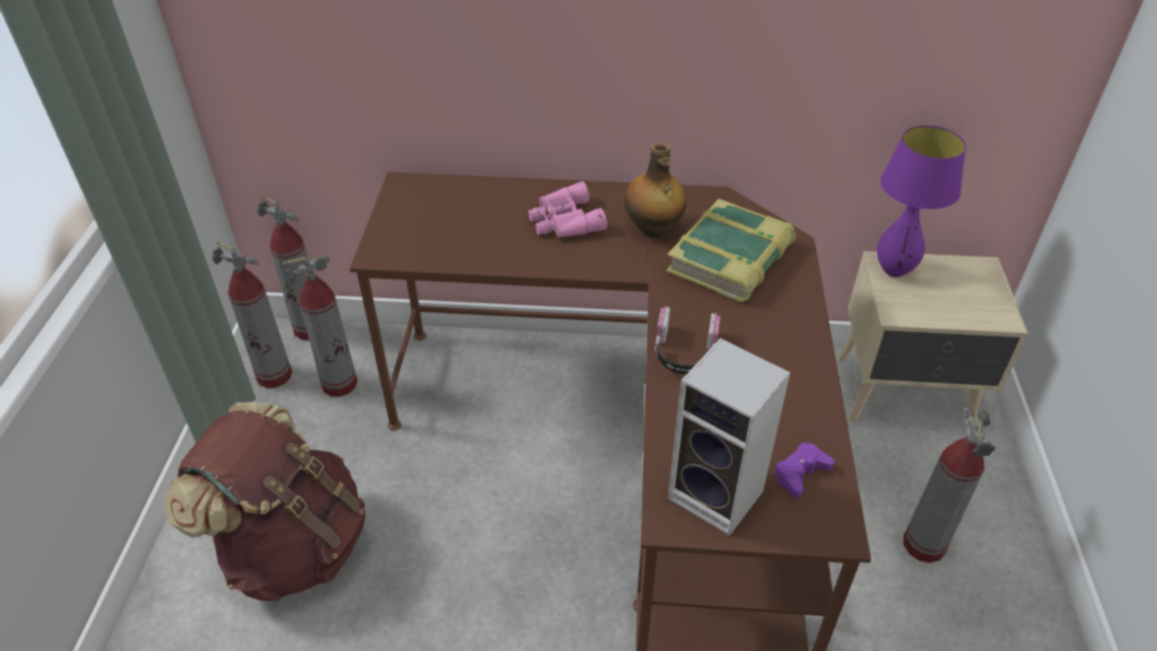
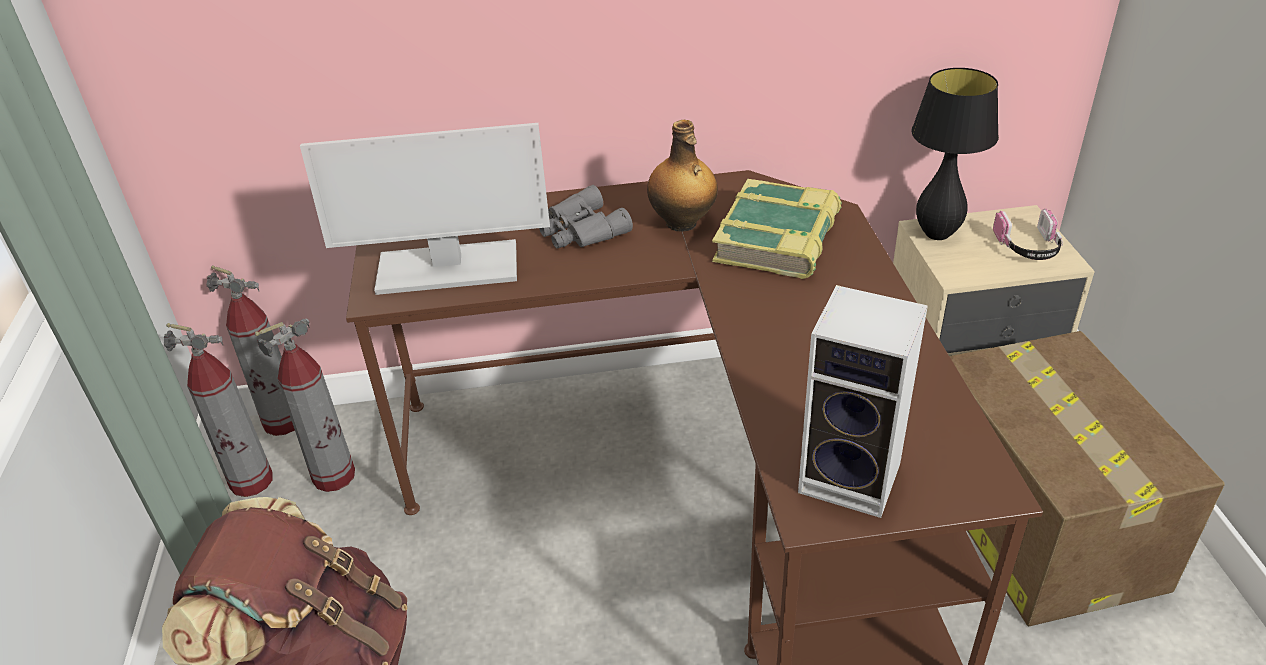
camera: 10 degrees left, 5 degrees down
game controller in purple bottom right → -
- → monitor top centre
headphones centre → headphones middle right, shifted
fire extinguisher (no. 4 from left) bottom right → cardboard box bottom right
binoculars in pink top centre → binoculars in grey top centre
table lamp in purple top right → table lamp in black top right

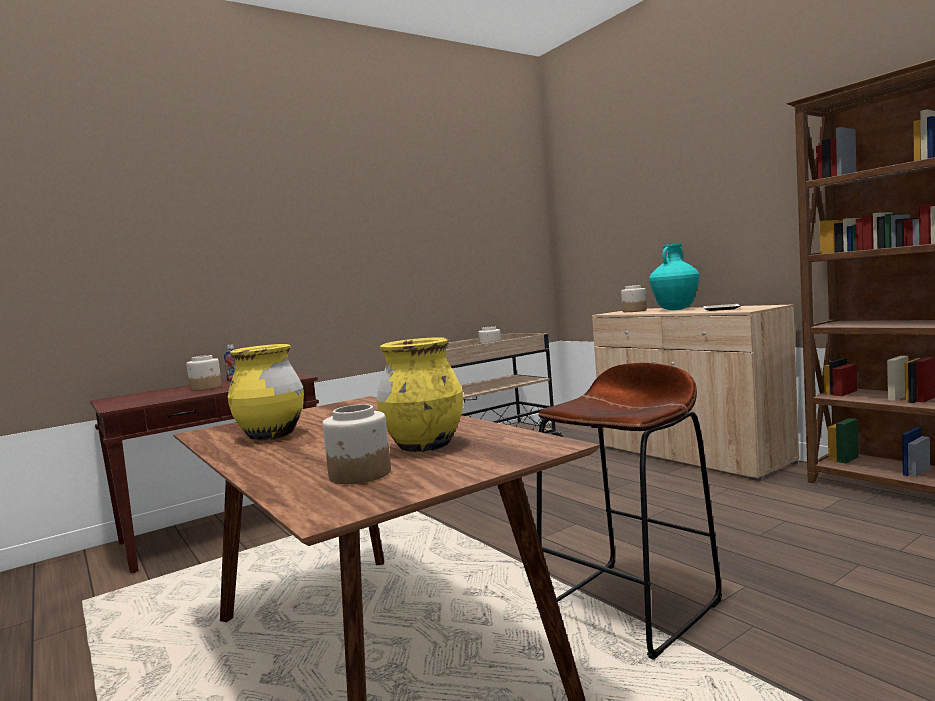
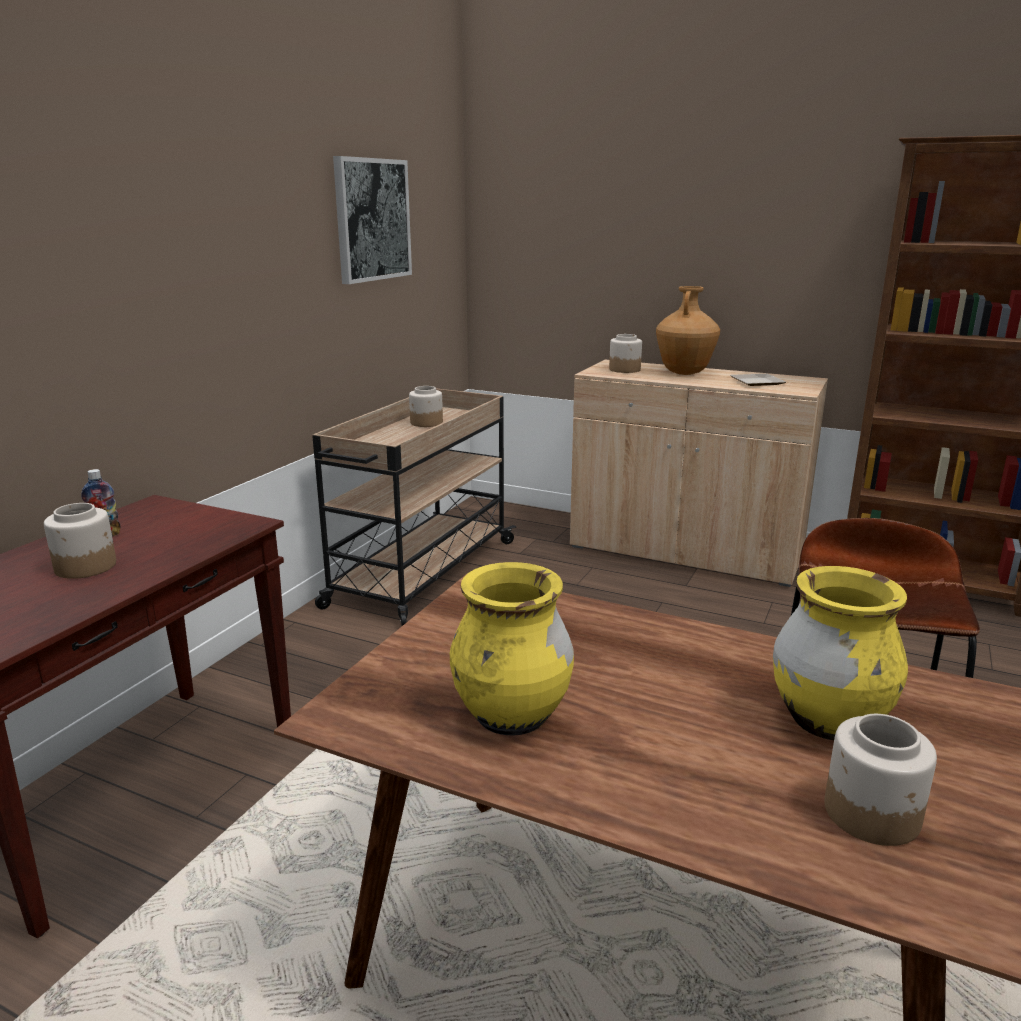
camera: 30 degrees left, 15 degrees up
- → picture top centre
vase in turquoise middle right → vase in brown top right

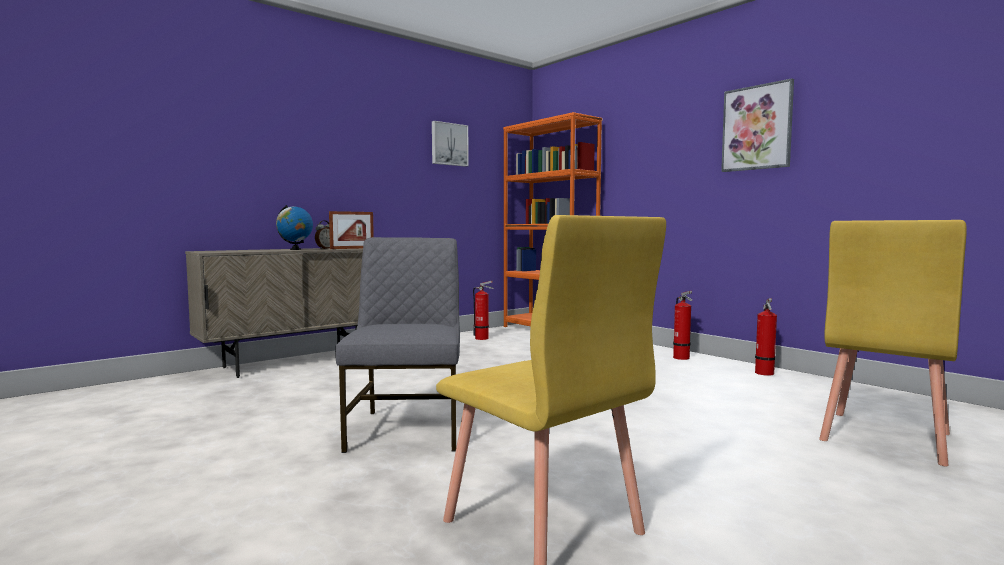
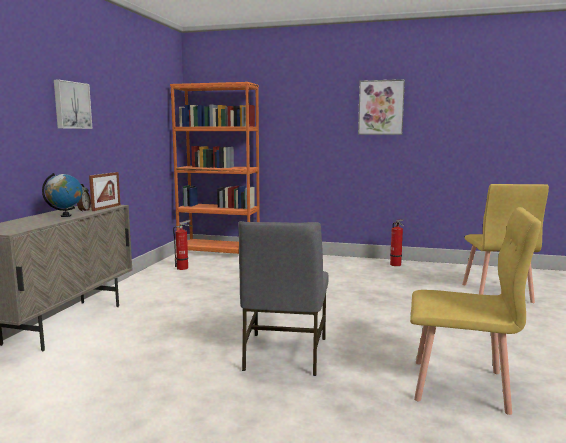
camera: 35 degrees left, 5 degrees up
fire extinguisher (no. 2 from left) middle right → -
picture (no. 1 from left) top centre → picture (no. 1 from left) top left, shifted
chair in grey centre → chair in grey bottom centre, 135 degrees counterclockwise

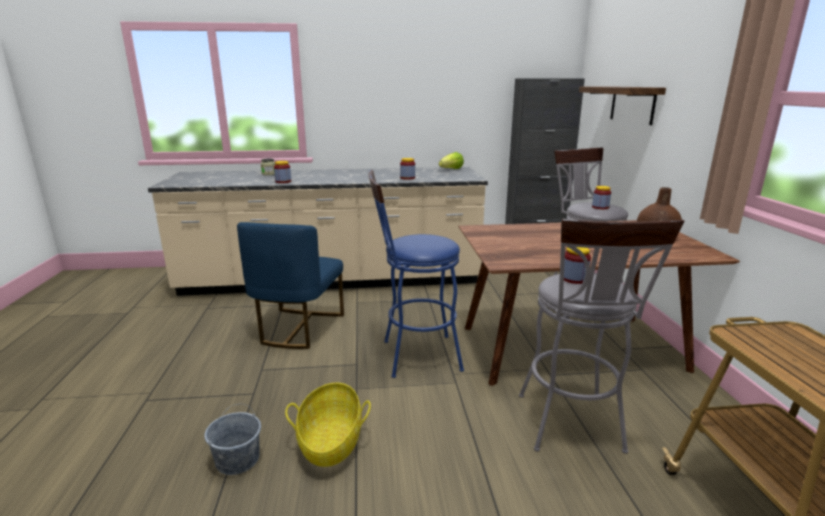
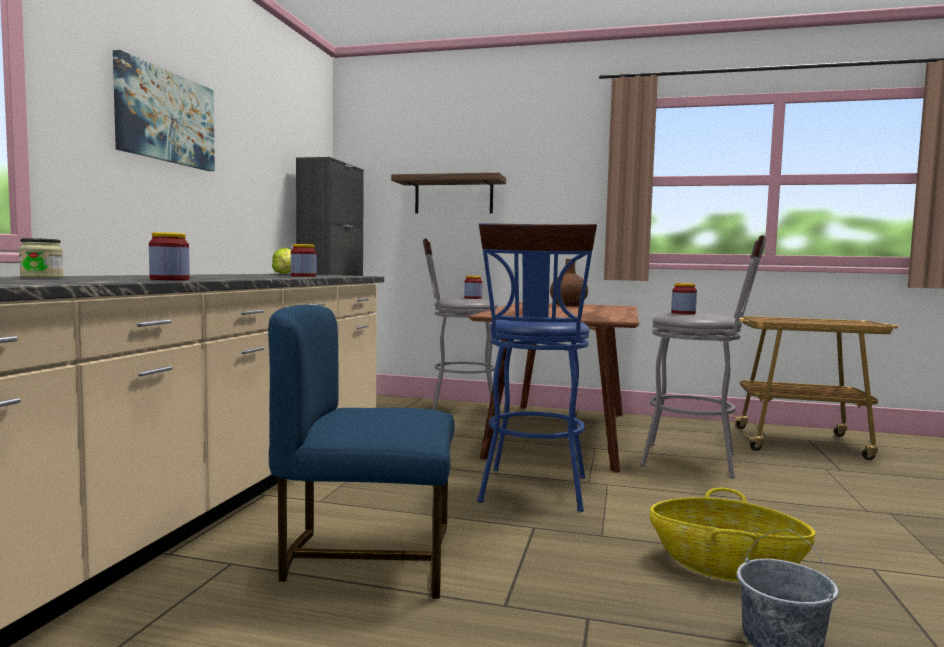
camera: 70 degrees left, 15 degrees down
- → picture top left
chair in blue centre → chair in blue bottom centre, 150 degrees clockwise

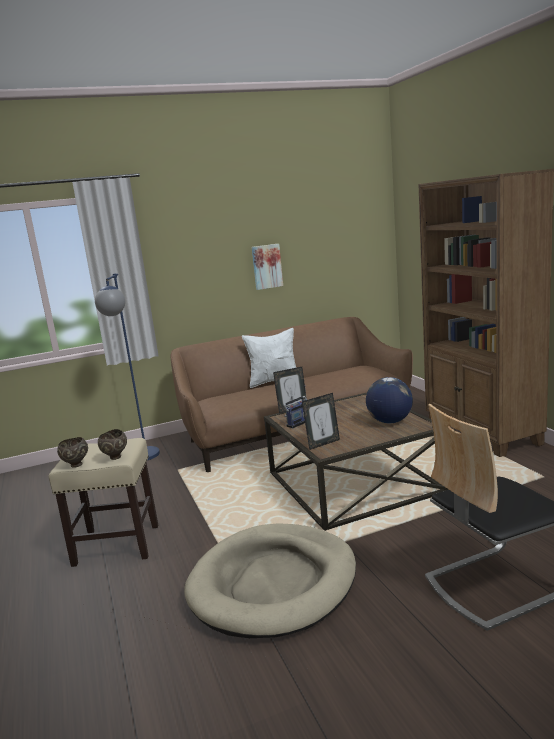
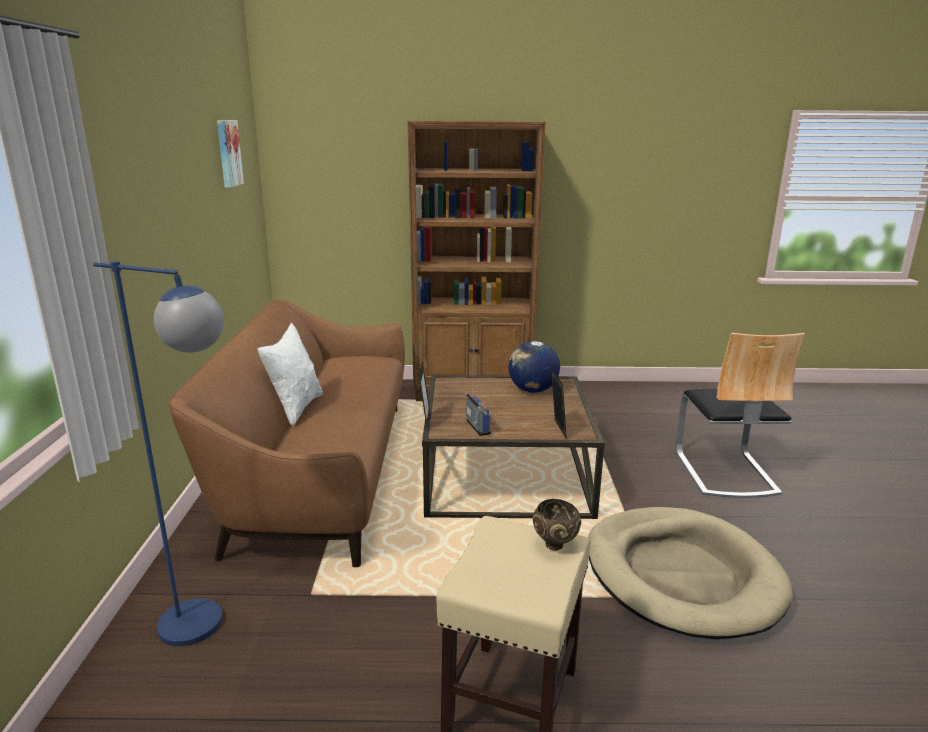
camera: 70 degrees left, 5 degrees up
bowl in brown (no. 1 from left) middle left → -
picture centre → picture top left, shifted

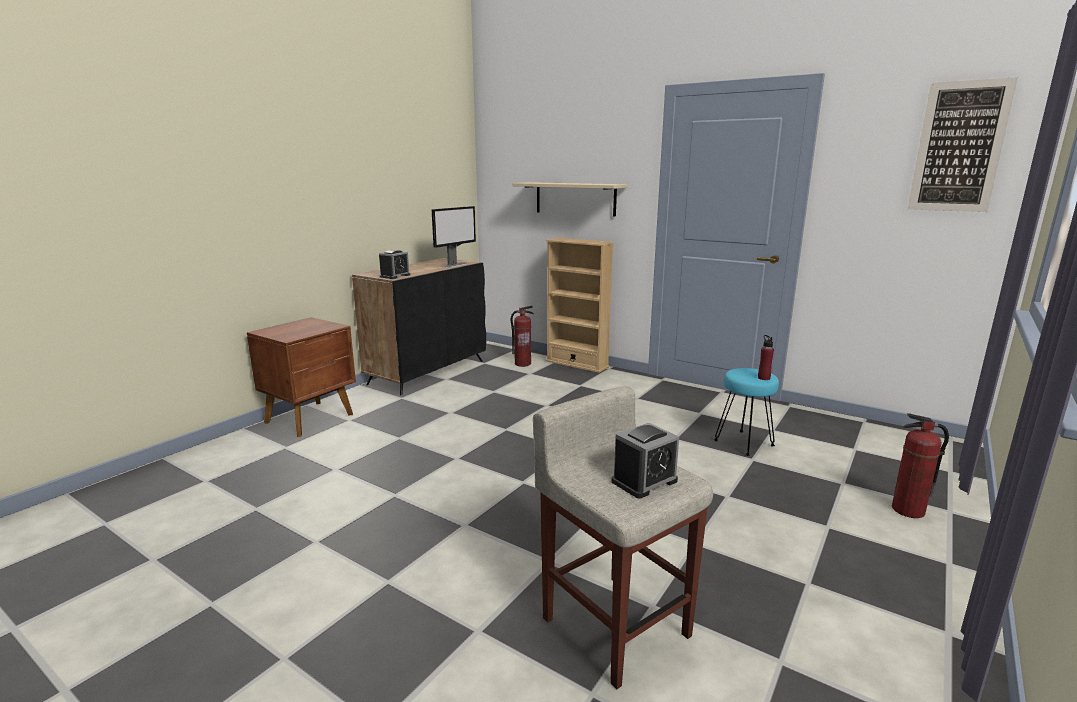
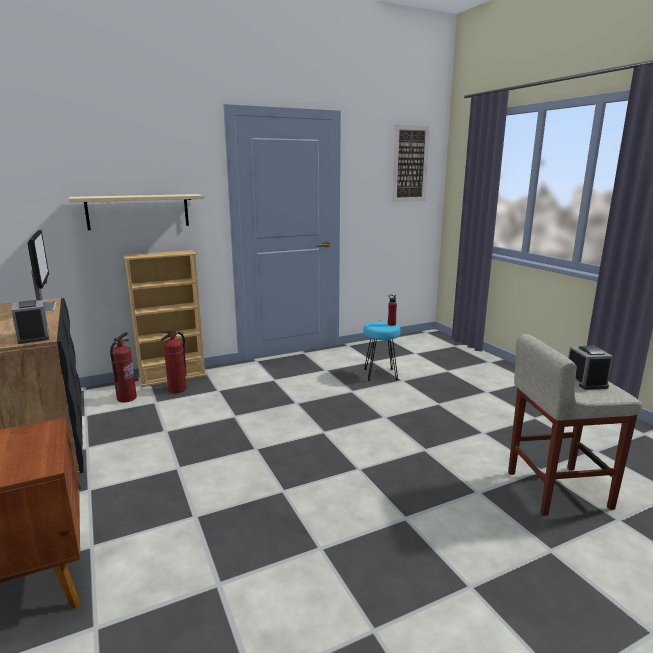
camera: 60 degrees left, 0 degrees up
fire extinguisher (no. 2 from left) middle right → fire extinguisher (no. 2 from left) middle left, shifted

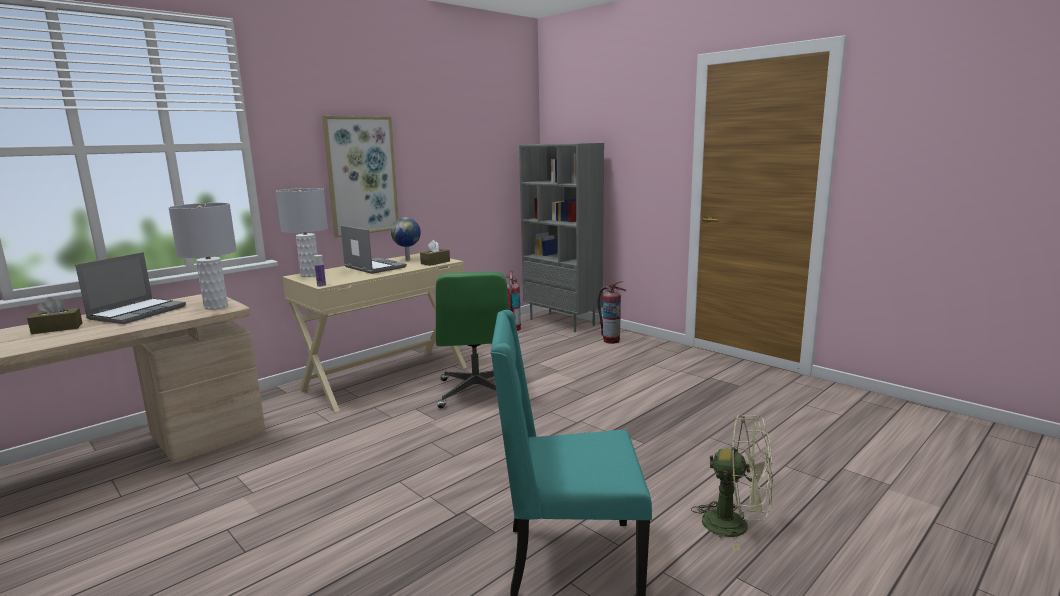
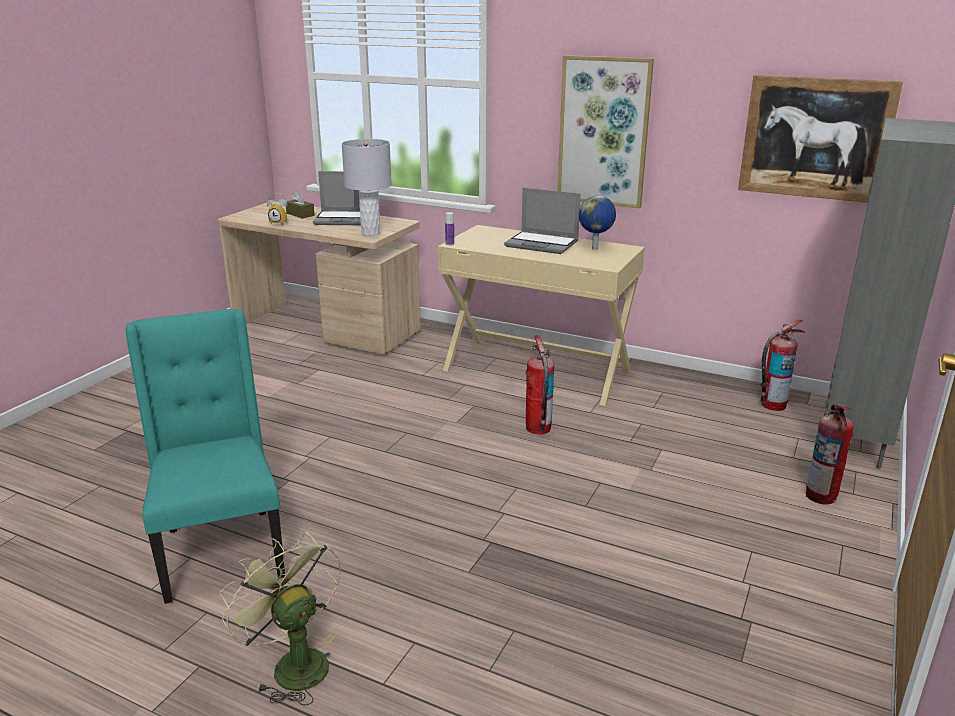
camera: 70 degrees right, 10 degrees up
table lamp in grey (no. 2 from left) middle left → -
tissue box in brown (no. 2 from left) centre → -
- → alarm clock top left
- → picture (no. 2 from left) top right
office chair in green centre → fire extinguisher (no. 1 from left) centre
laptop (no. 2 from left) centre → laptop (no. 2 from left) top centre, 90 degrees clockwise
fan in green bottom right → fan in green bottom left, 135 degrees clockwise

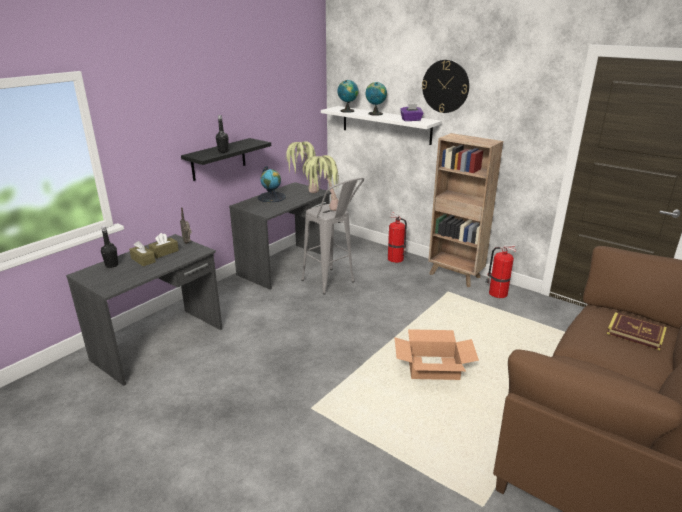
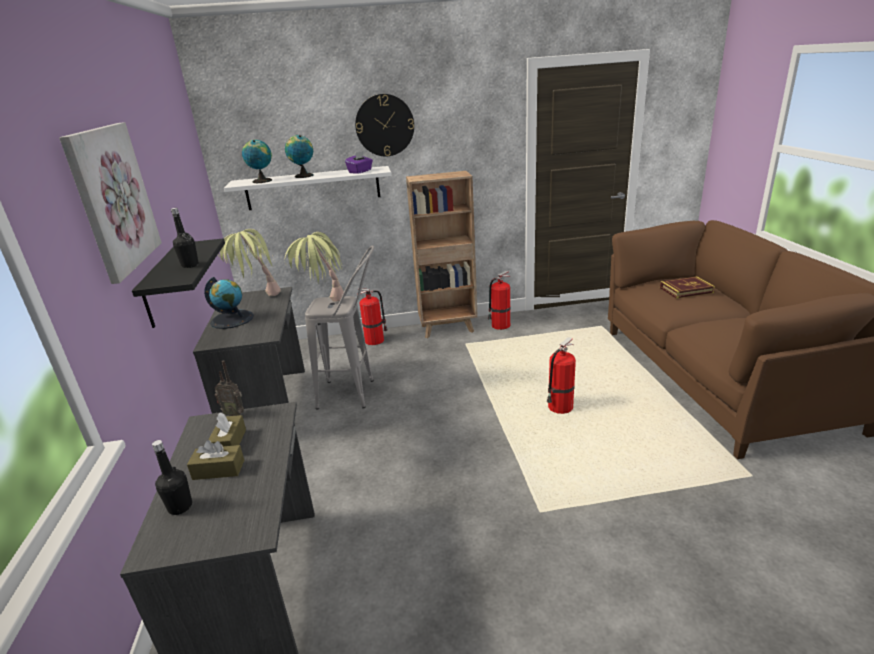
camera: 45 degrees left, 0 degrees up
- → picture top left
cardboard box bottom centre → fire extinguisher (no. 3 from left) centre

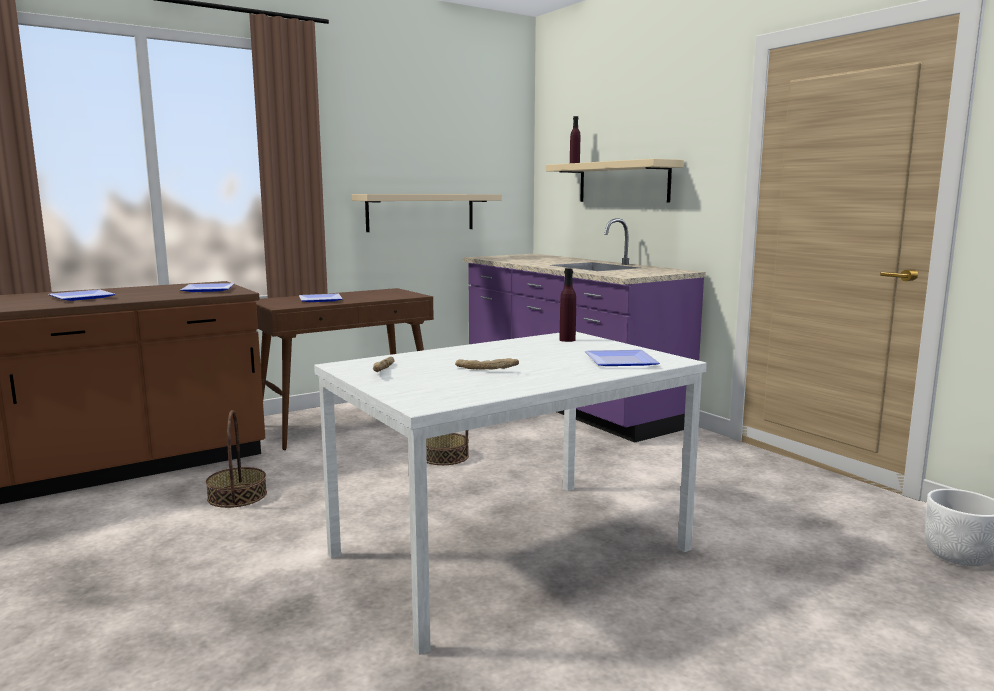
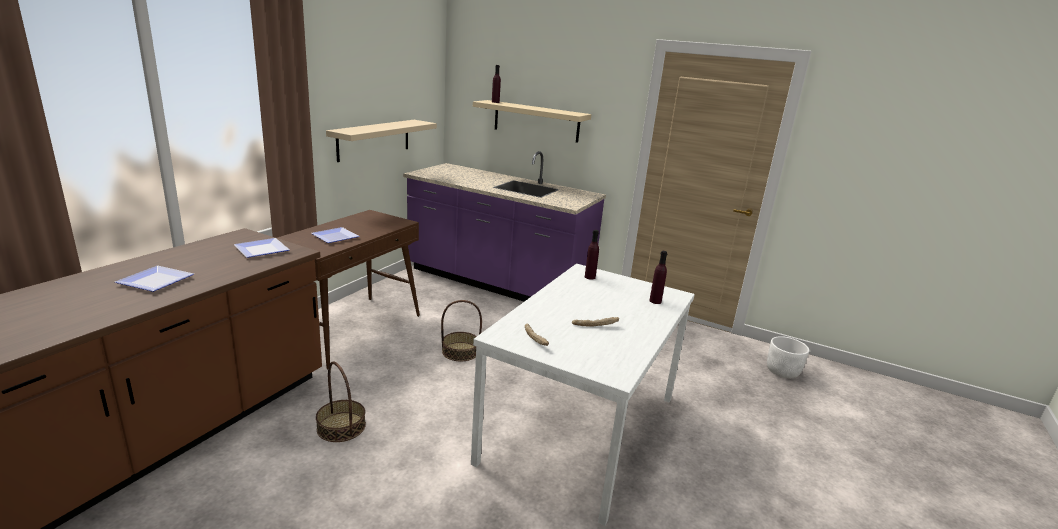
camera: 30 degrees left, 10 degrees up
plate (no. 4 from left) centre → bottle in purple (no. 3 from left) centre

